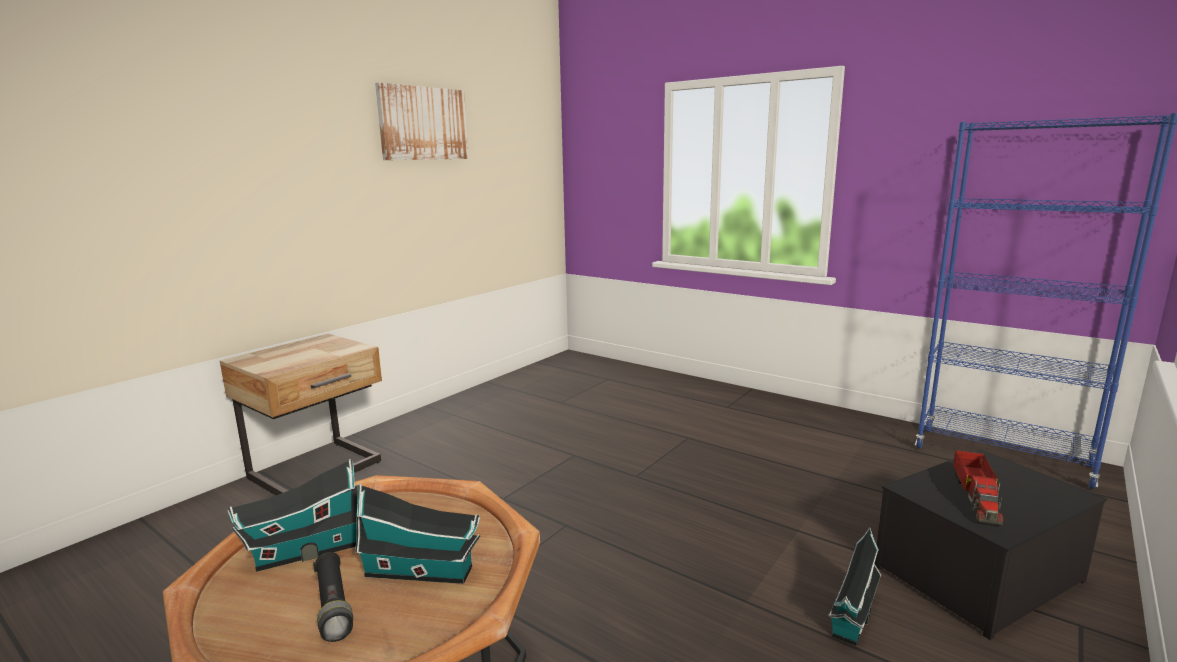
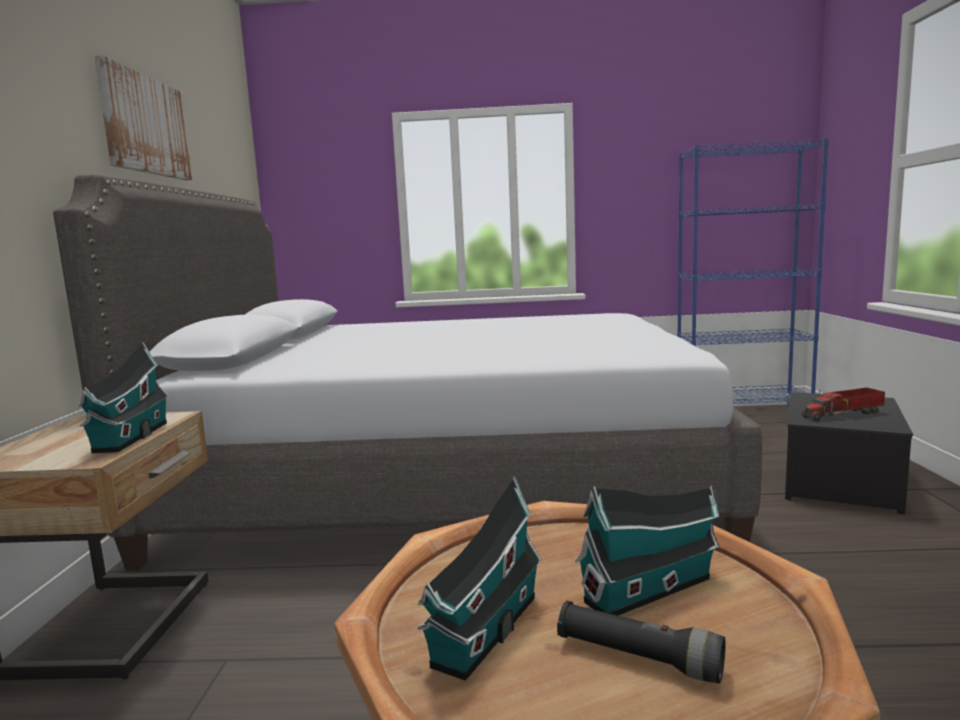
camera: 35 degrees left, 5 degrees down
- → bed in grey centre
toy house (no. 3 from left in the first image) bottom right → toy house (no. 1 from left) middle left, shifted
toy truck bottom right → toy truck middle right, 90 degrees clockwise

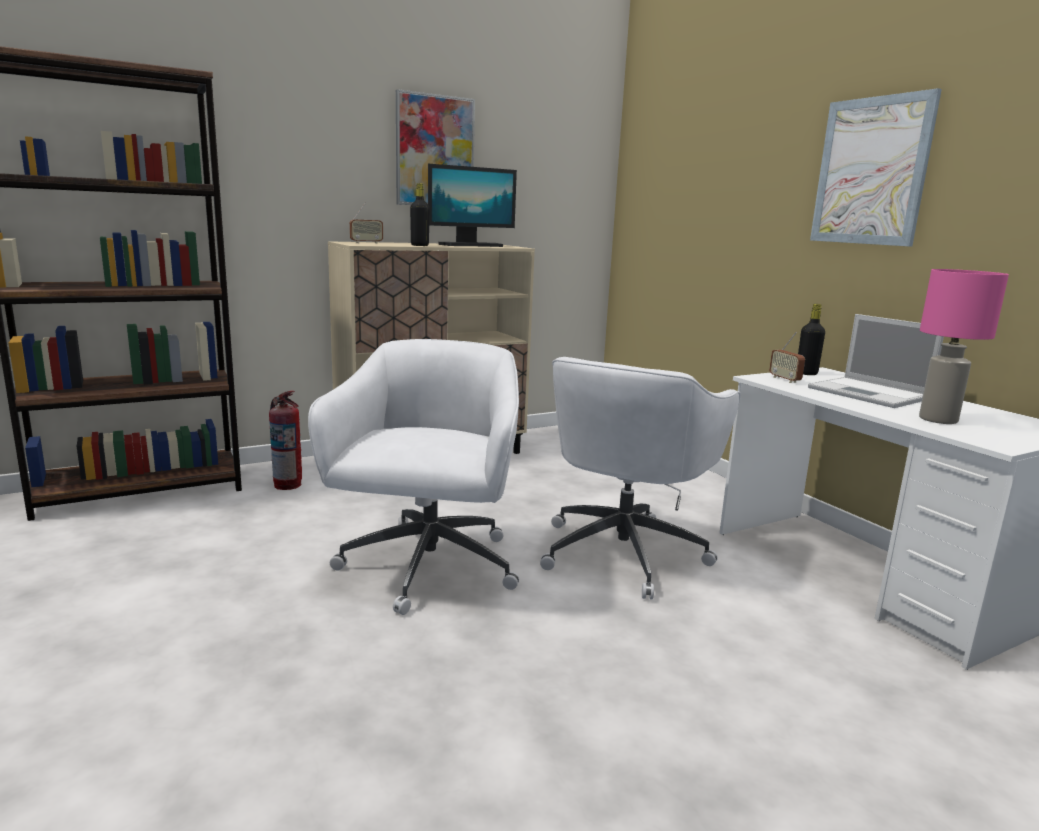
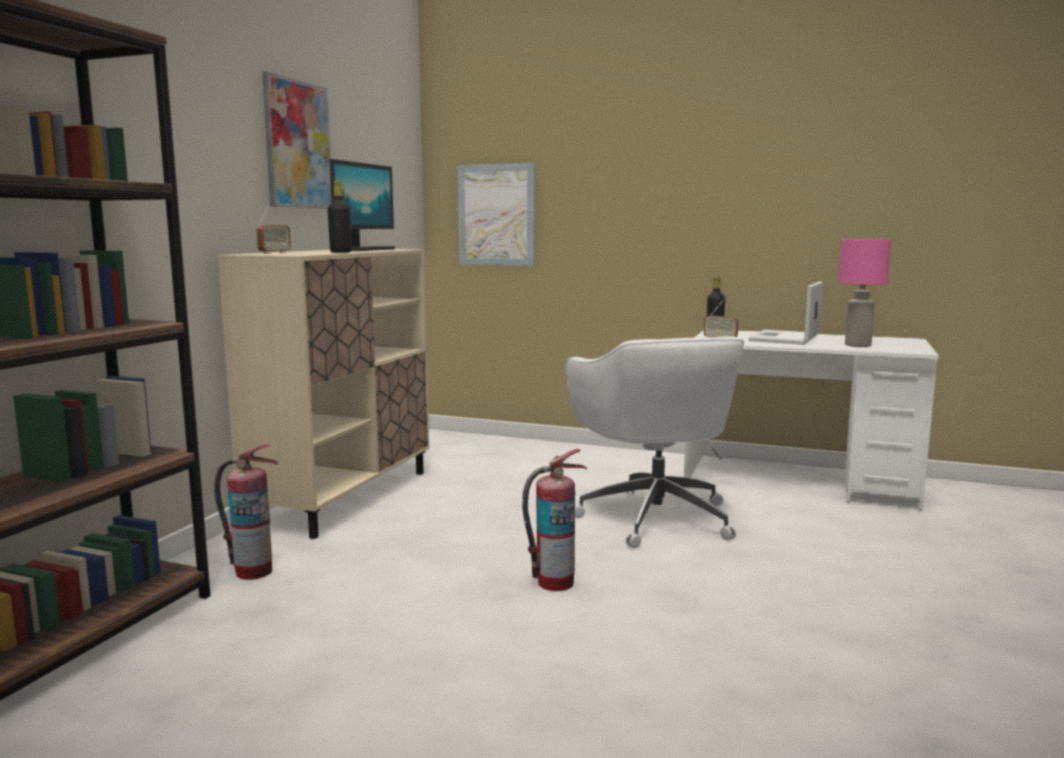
camera: 40 degrees left, 5 degrees down
picture (no. 2 from left) top right → picture (no. 2 from left) top centre, shifted
office chair in white (no. 1 from left) centre → fire extinguisher (no. 2 from left) bottom centre
laptop middle right, 105 degrees clockwise

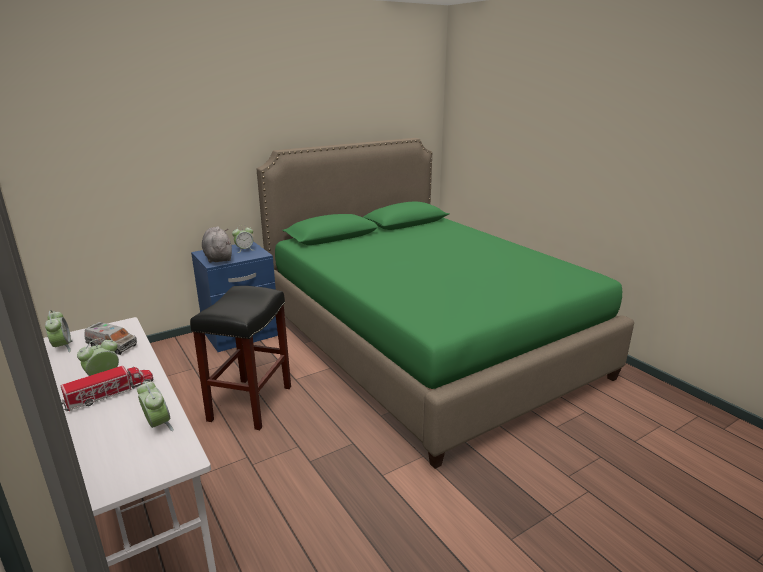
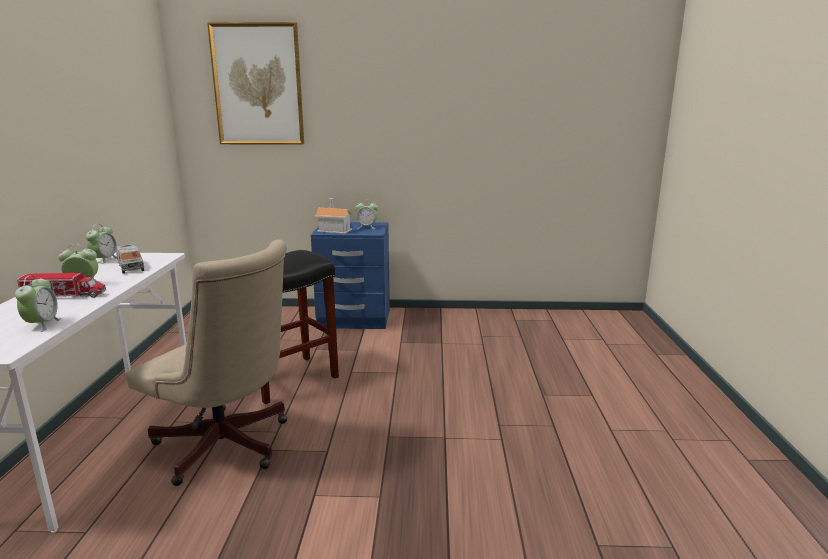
camera: 35 degrees right, 5 degrees down
bed in green centre → -
- → office chair in beige middle left
- → picture top left
plush toy in grey middle left → toy house centre

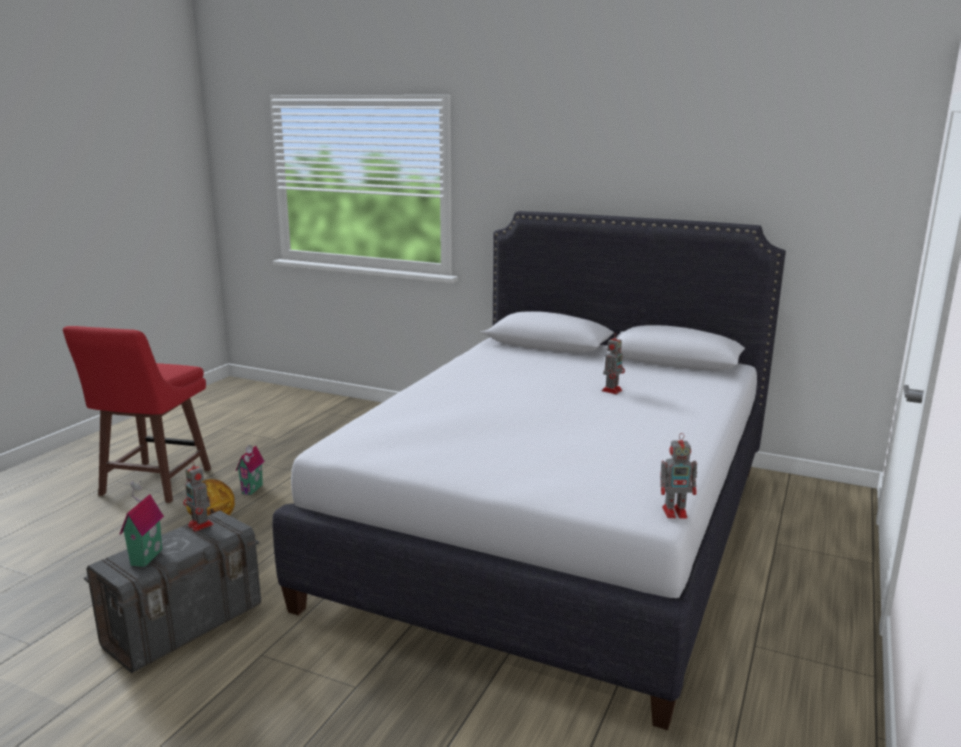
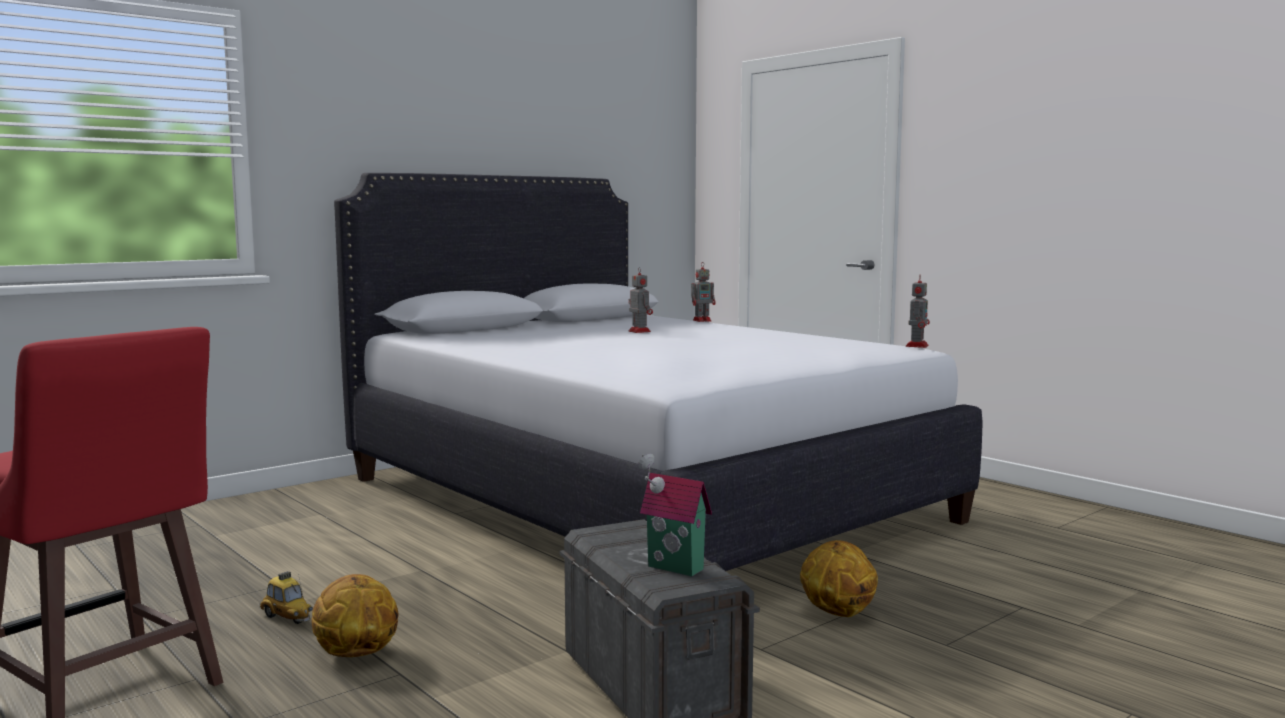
camera: 65 degrees left, 10 degrees down
- → basketball (no. 2 from left) bottom centre
toy robot (no. 1 from left in the first image) middle left → toy robot (no. 2 from left) centre, shifted
toy house (no. 2 from left) middle left → toy car bottom left

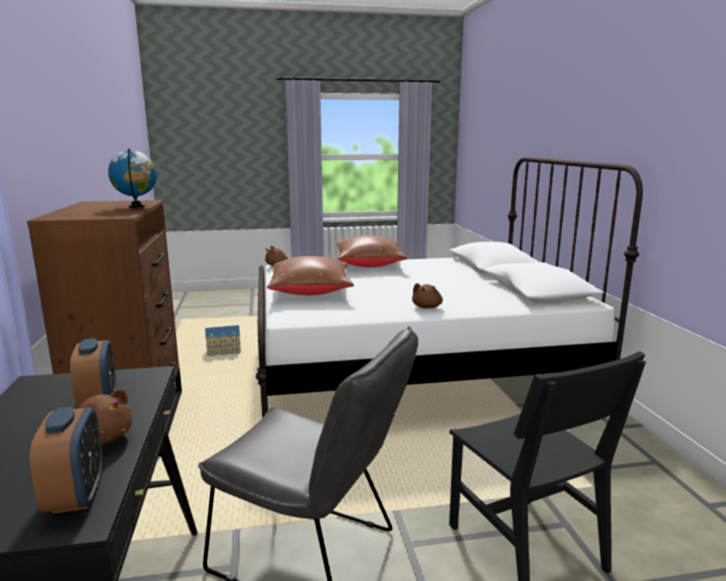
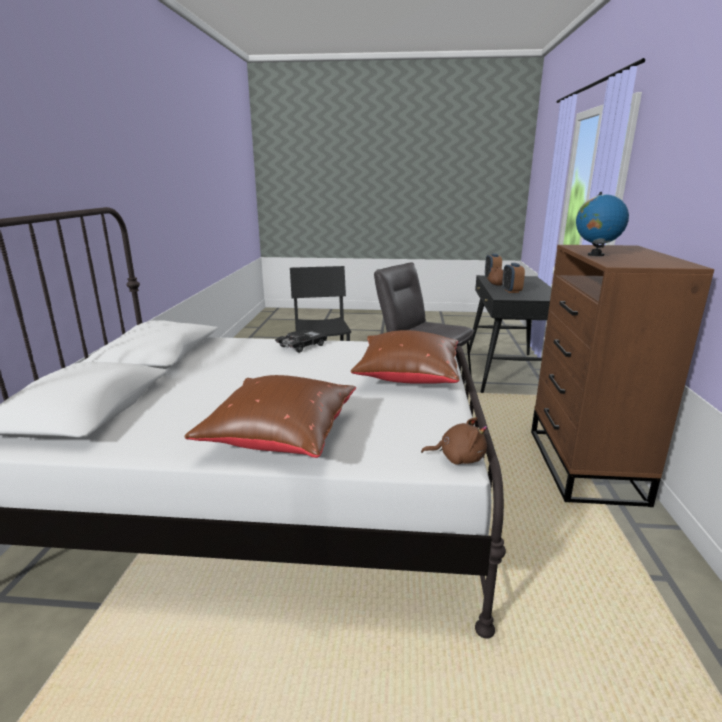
camera: 165 degrees left, 5 degrees up
toy house middle left → -
plush toy in brown (no. 3 from left) centre → toy car in black centre

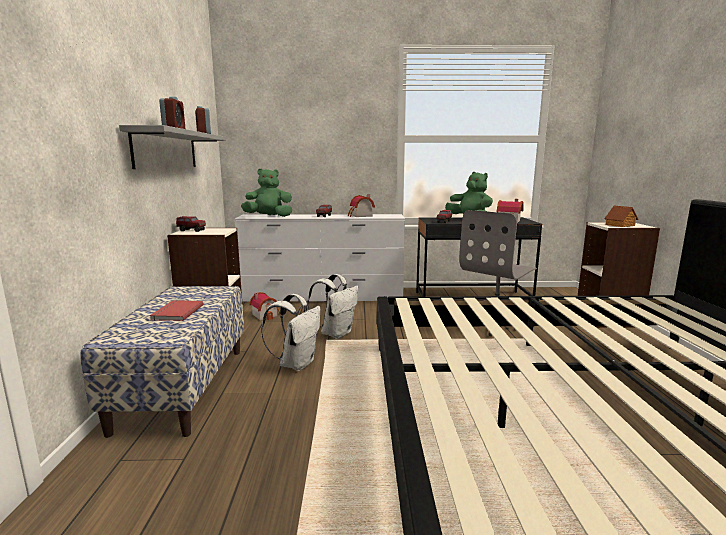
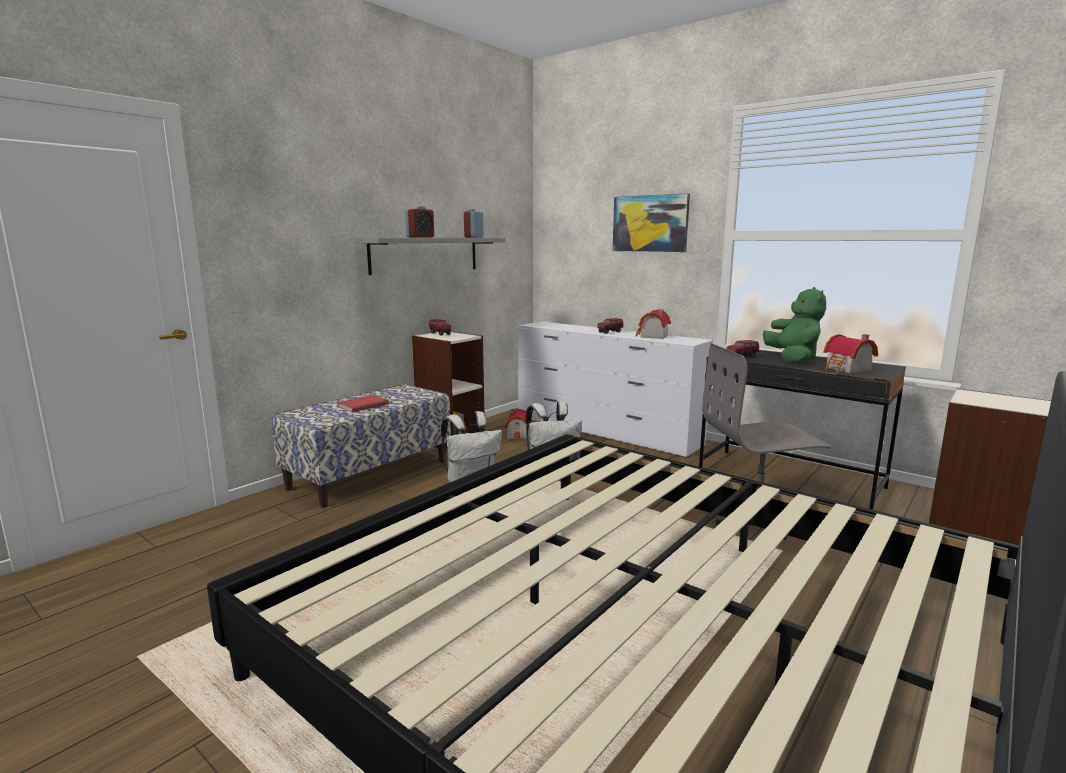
camera: 40 degrees right, 0 degrees up
plush toy in green (no. 1 from left) centre → -
toy house (no. 4 from left) middle right → -
- → picture top centre

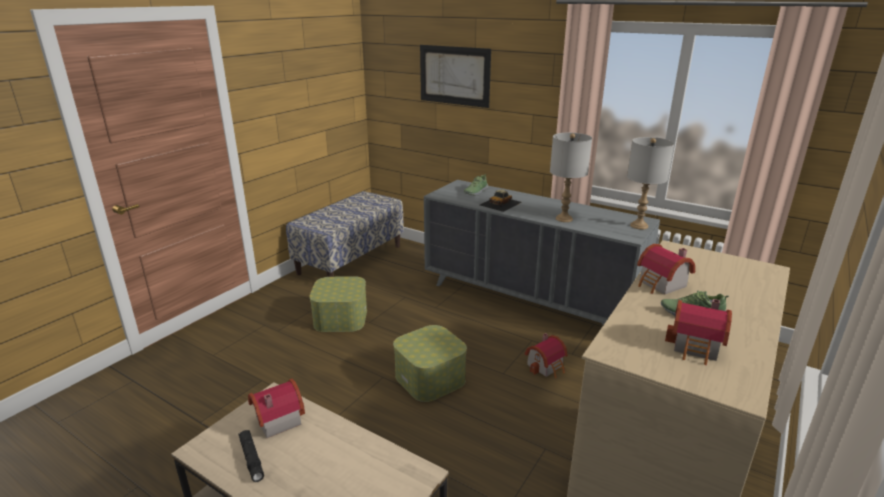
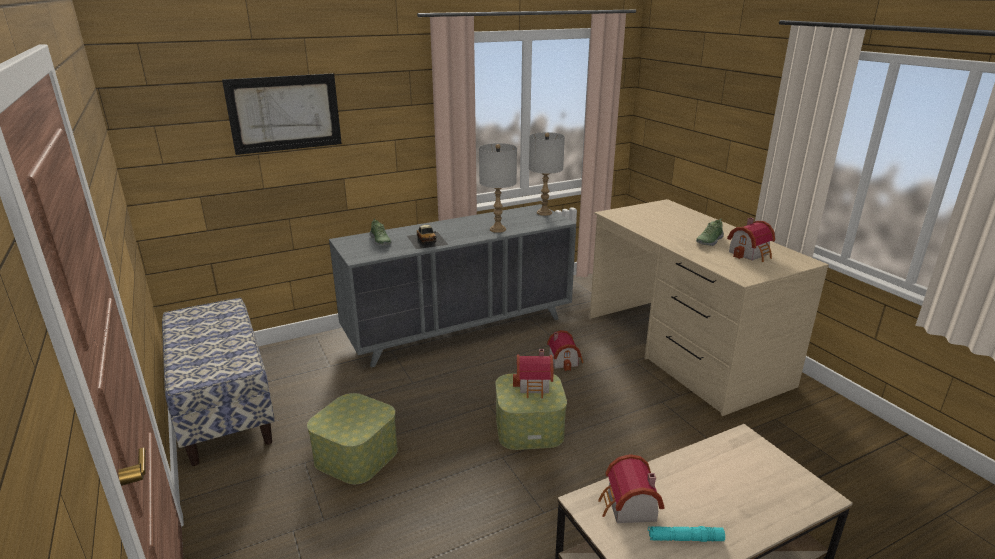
camera: 60 degrees left, 0 degrees up
toy house (no. 3 from left in the first image) middle right → toy house (no. 1 from left) bottom centre, shifted
flashlight in black bottom left → flashlight in turquoise bottom right

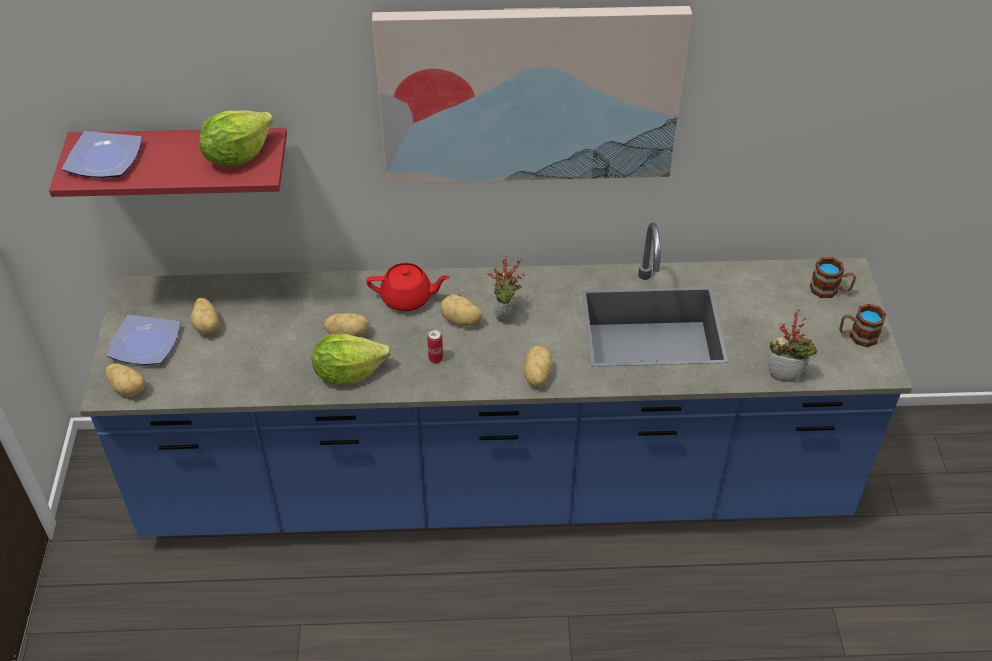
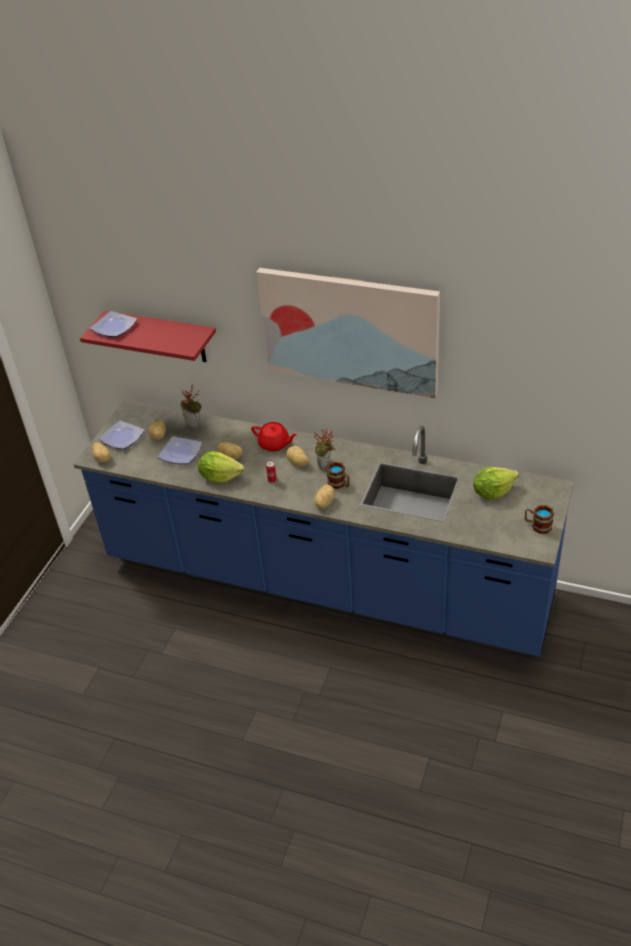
camera: 25 degrees right, 5 degrees down
- → plate (no. 3 from left) middle left
lettuce (no. 1 from left in the first image) top left → lettuce (no. 2 from left) middle right, shifted
potted plant (no. 2 from left in the first image) middle right → potted plant (no. 1 from left) middle left, shifted
mug (no. 1 from left) middle right → mug (no. 1 from left) centre, shifted

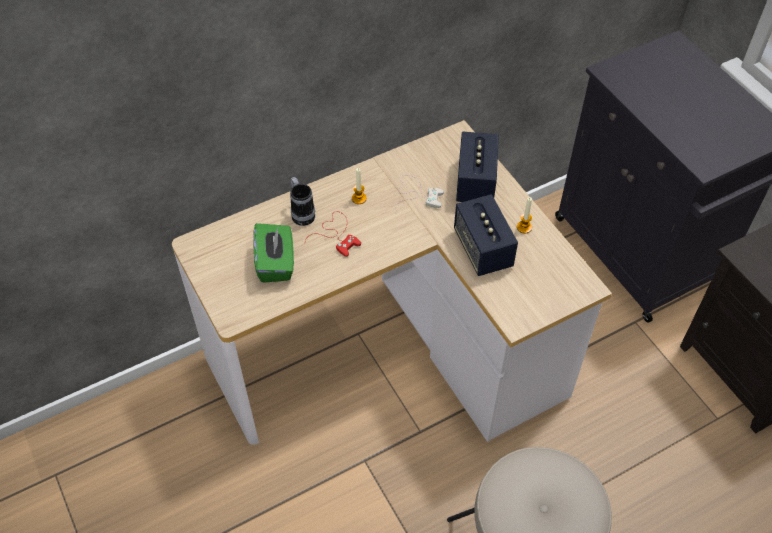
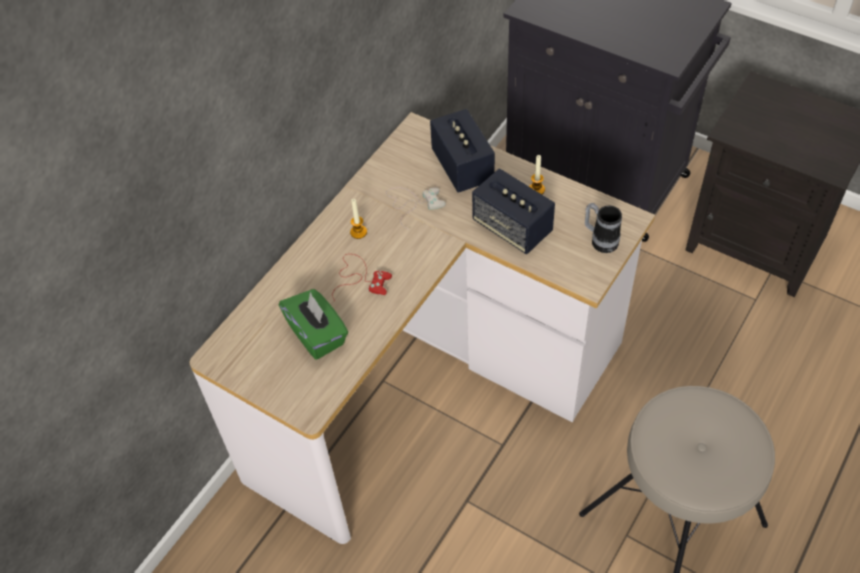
camera: 25 degrees left, 0 degrees up
mug centre → mug middle right, shifted

